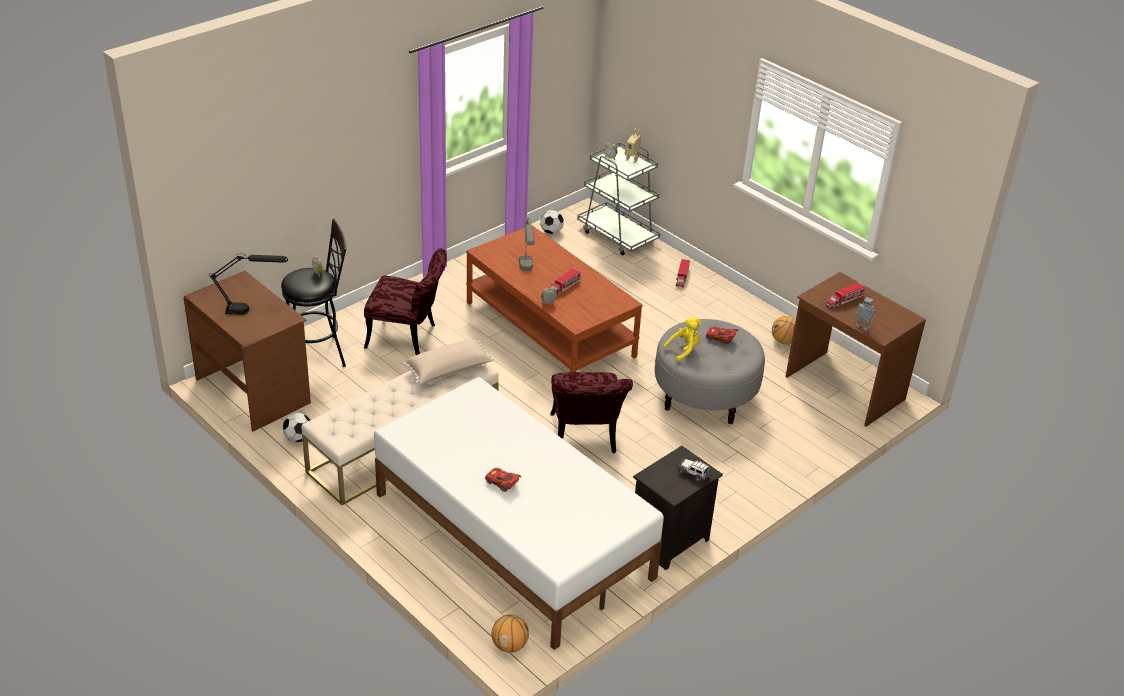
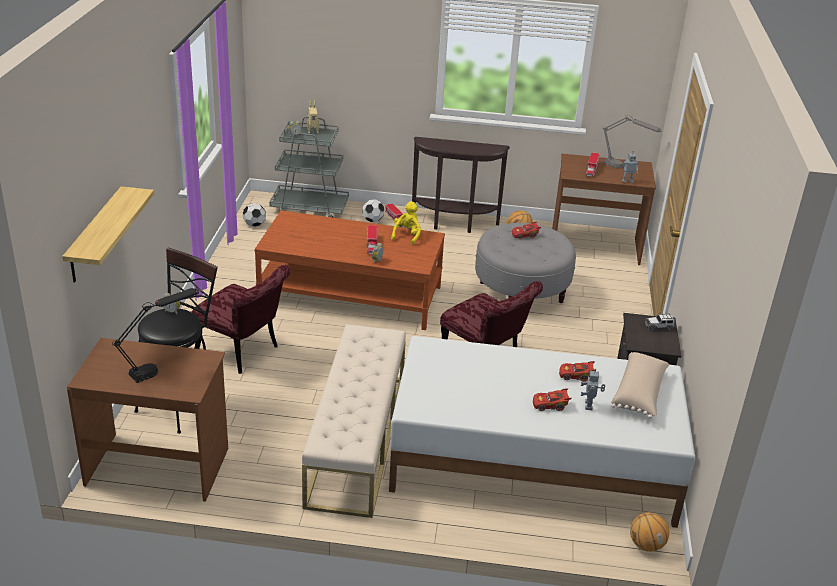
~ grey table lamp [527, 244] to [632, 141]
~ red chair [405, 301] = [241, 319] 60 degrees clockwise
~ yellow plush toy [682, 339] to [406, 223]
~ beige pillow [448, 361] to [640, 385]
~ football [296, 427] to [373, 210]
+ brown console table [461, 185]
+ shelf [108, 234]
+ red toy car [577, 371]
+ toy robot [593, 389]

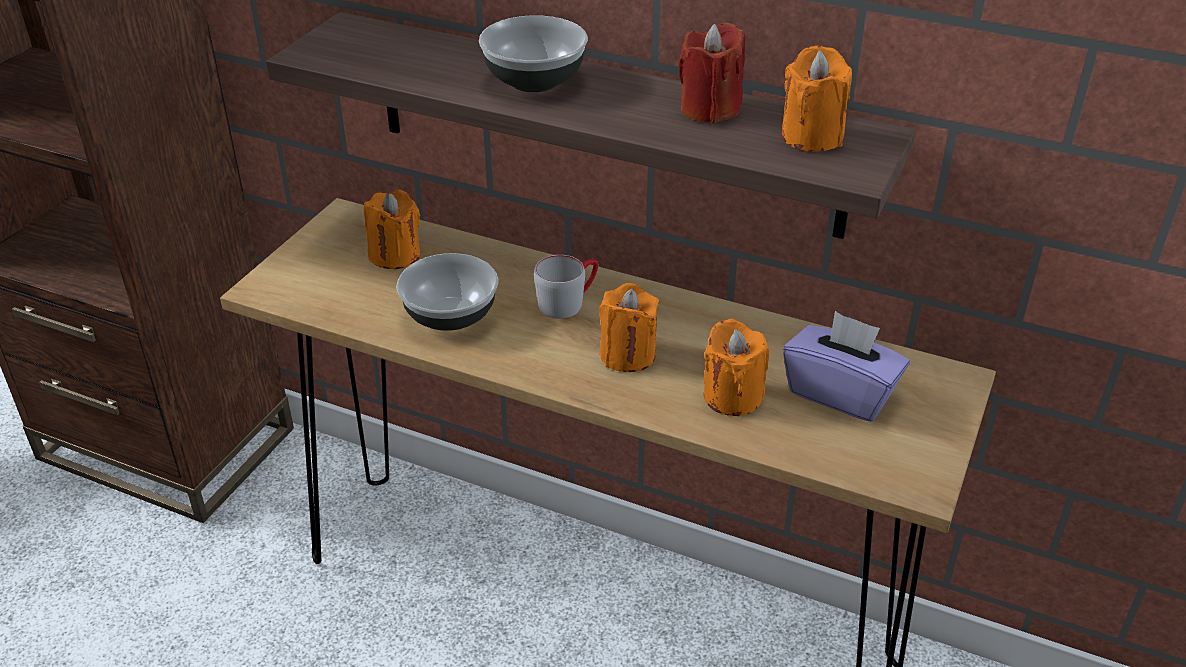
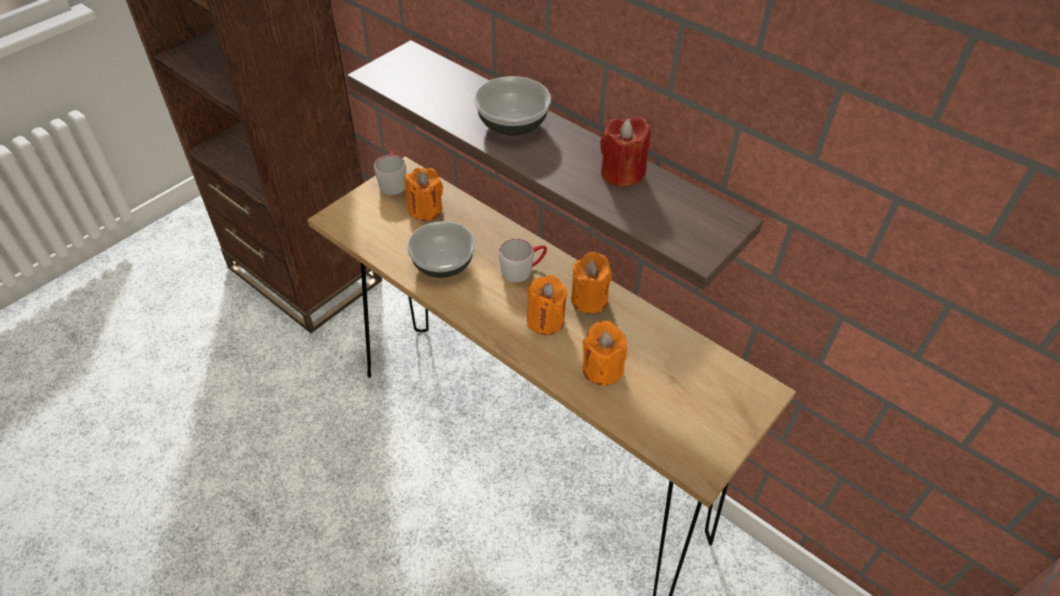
~ orange candle [816, 98] to [591, 282]
- purple tissue box [846, 366]
+ grey mug [390, 173]

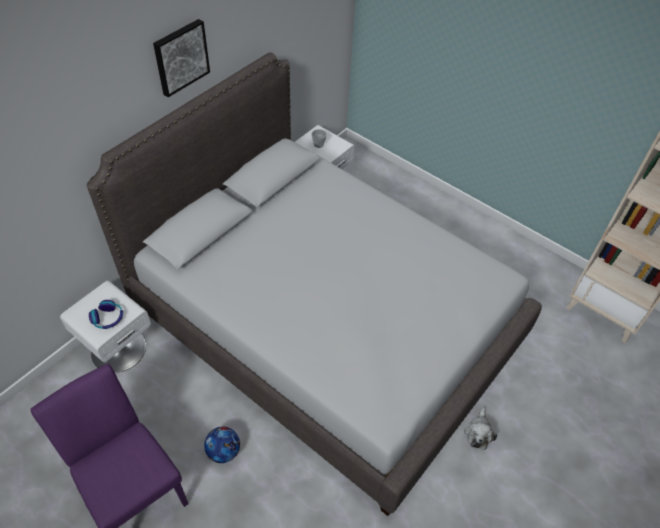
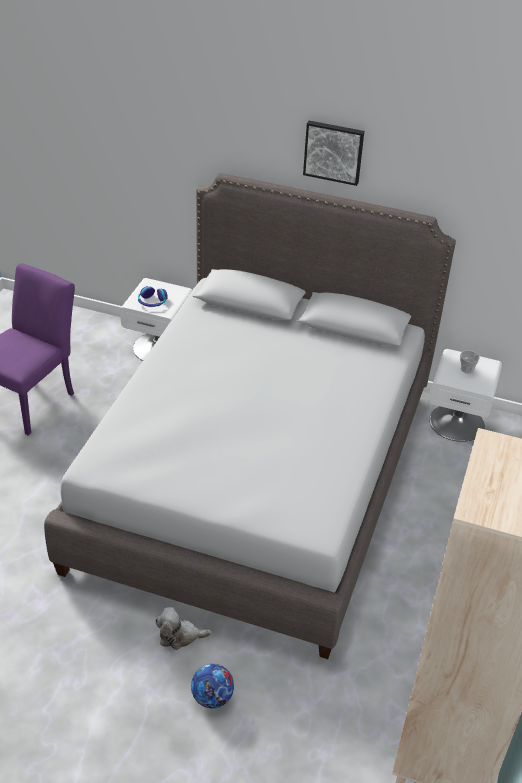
~ football [222, 445] to [212, 686]

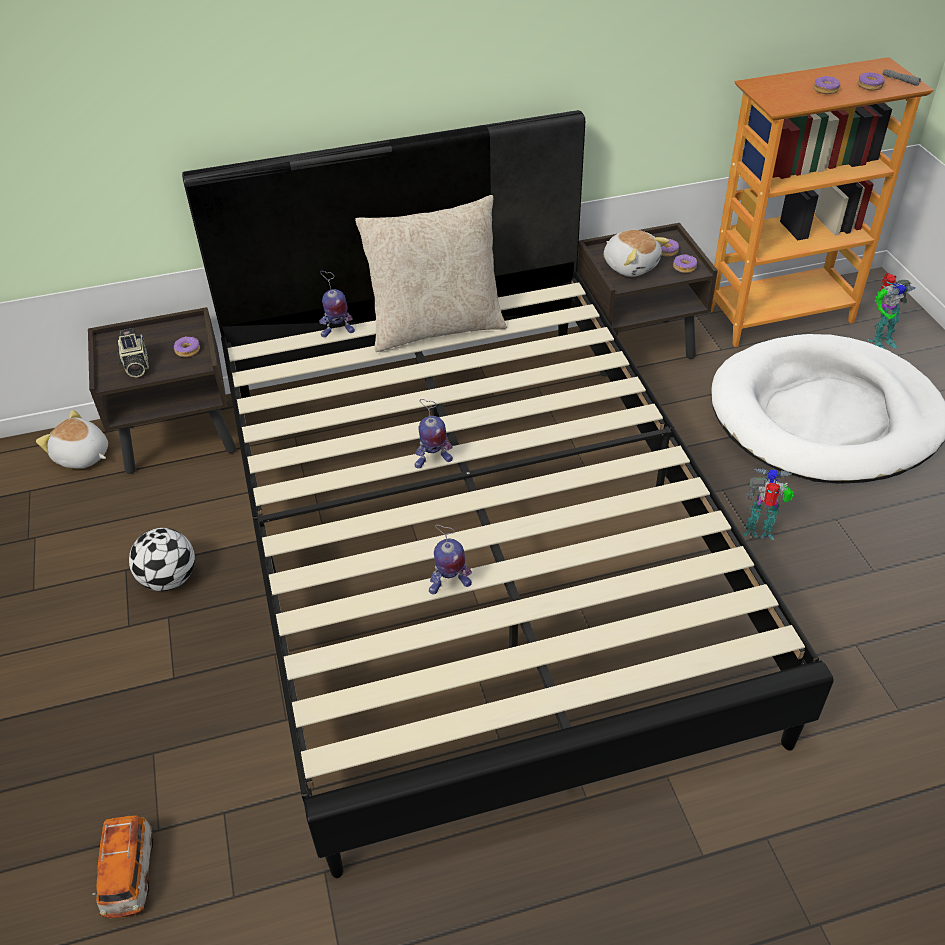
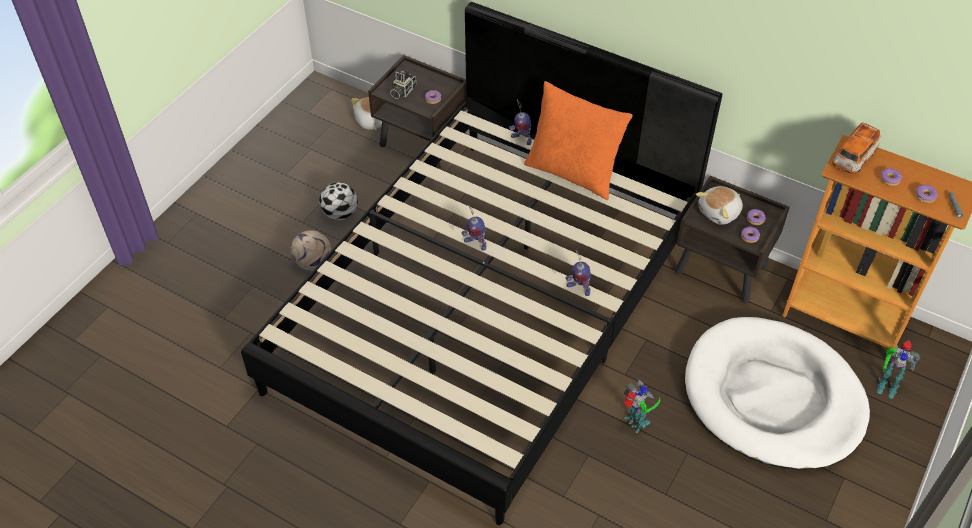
~ beige pillow [431, 273] to orange pillow [578, 140]
~ plush toy [636, 253] = [719, 205] 45 degrees clockwise
~ toy robot [450, 560] to [578, 273]
~ toy car [122, 866] to [856, 148]
+ football [310, 250]

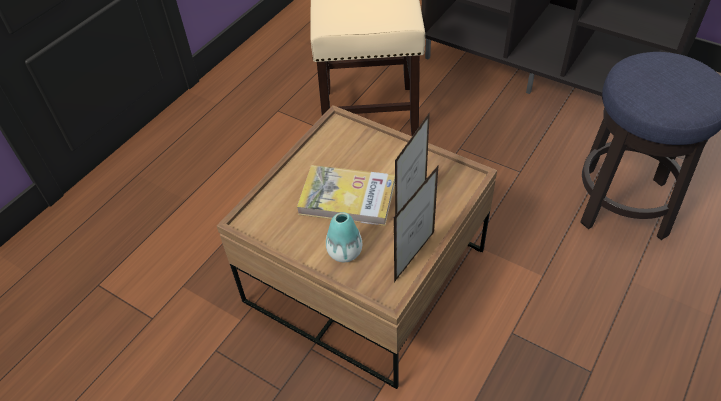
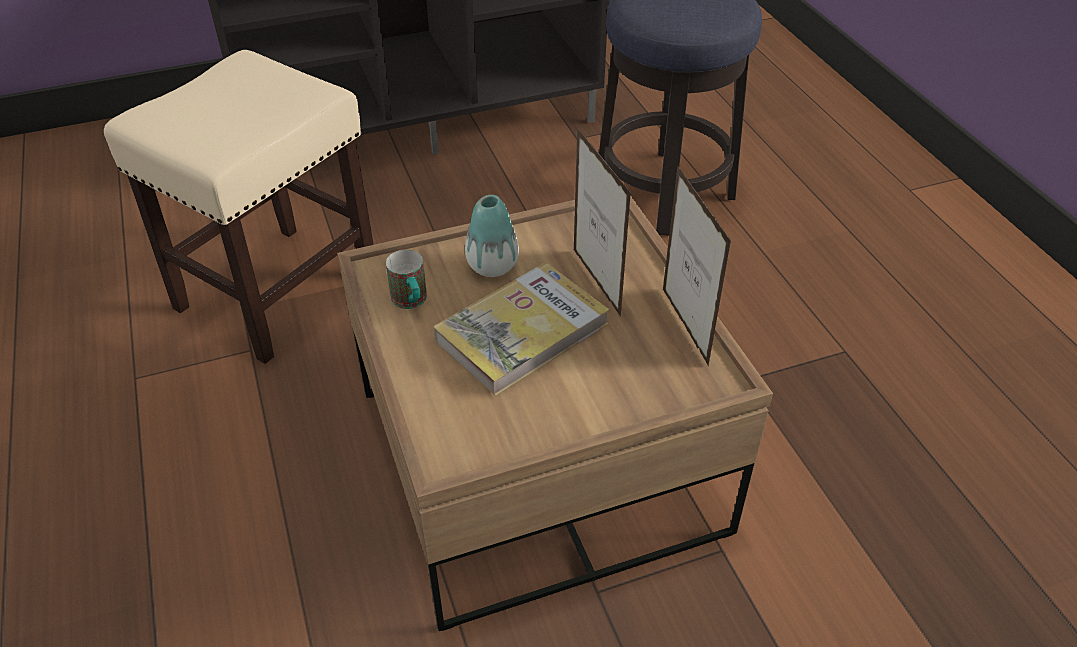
~ vase [344, 237] to [492, 236]
+ mug [406, 279]

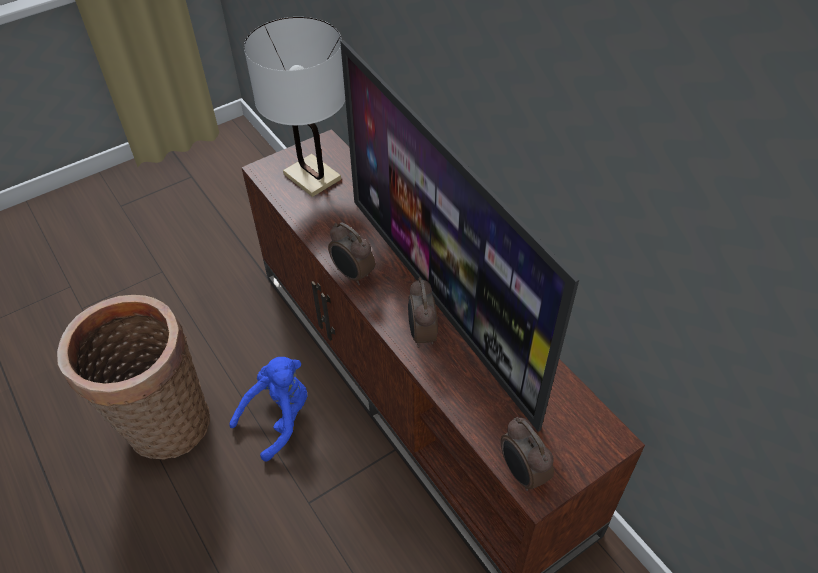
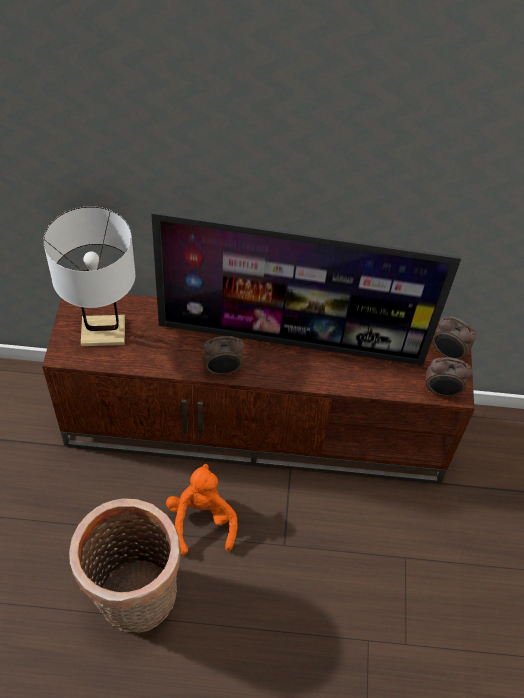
~ alarm clock [423, 312] to [454, 339]
~ blue plush toy [268, 409] to orange plush toy [201, 509]

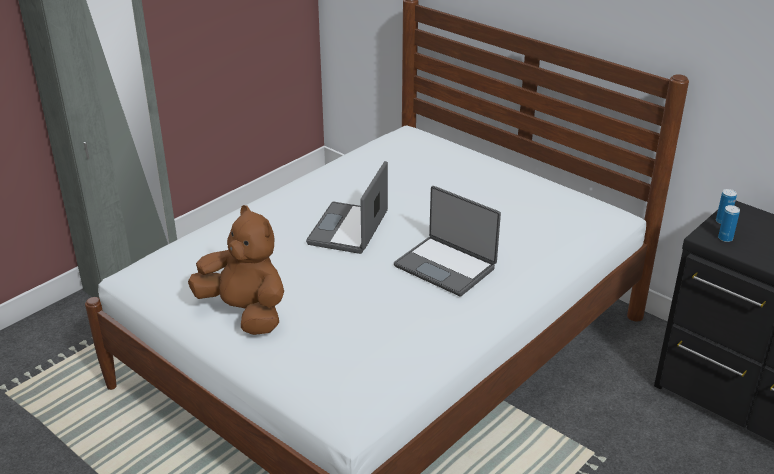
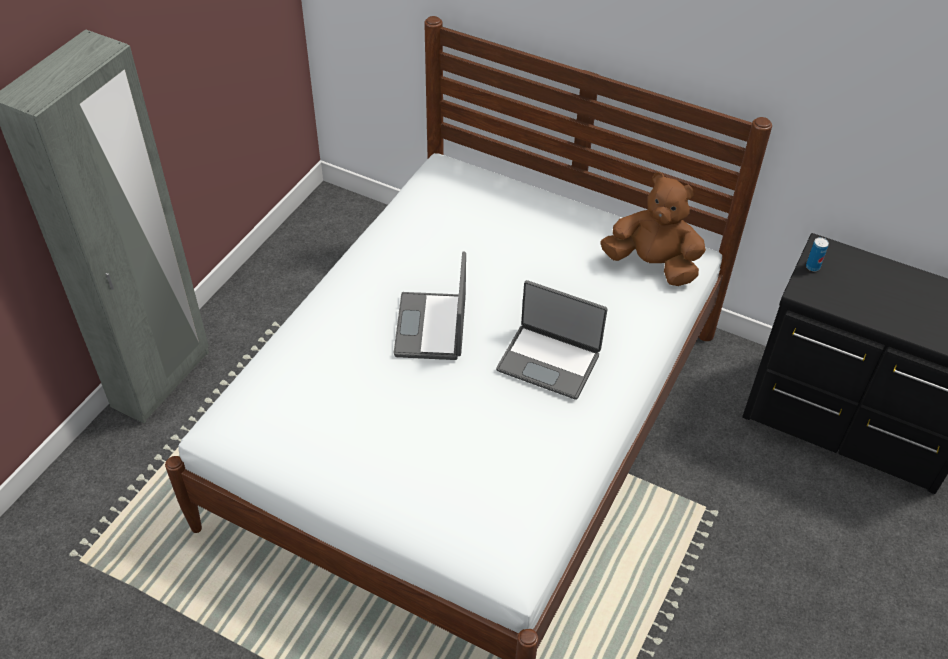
~ brown plush toy [236, 270] to [653, 229]
- can [729, 223]

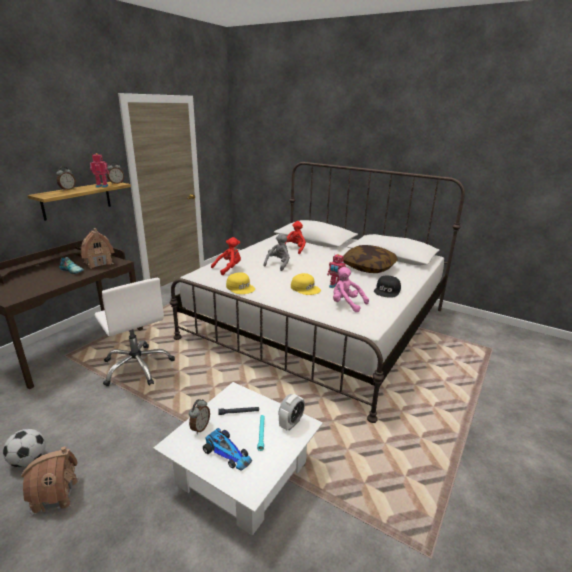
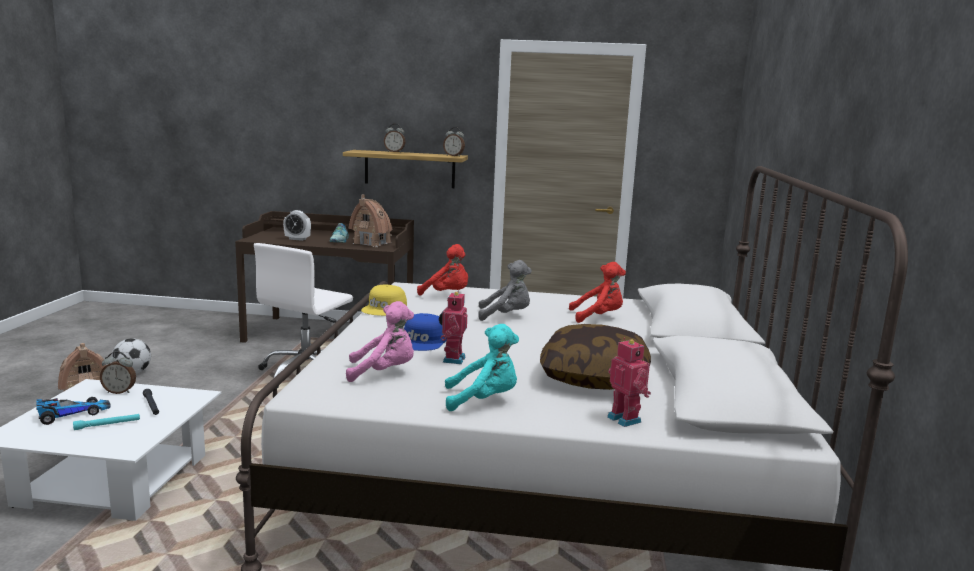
~ toy robot [99, 170] to [629, 382]
~ pink plush toy [351, 289] = [380, 341] 75 degrees clockwise
~ yellow cap [306, 284] to blue cap [425, 332]
~ black cap [387, 286] to turquoise plush toy [482, 367]
~ alarm clock [291, 412] to [297, 225]
~ toy car [227, 449] = [73, 411] 135 degrees counterclockwise

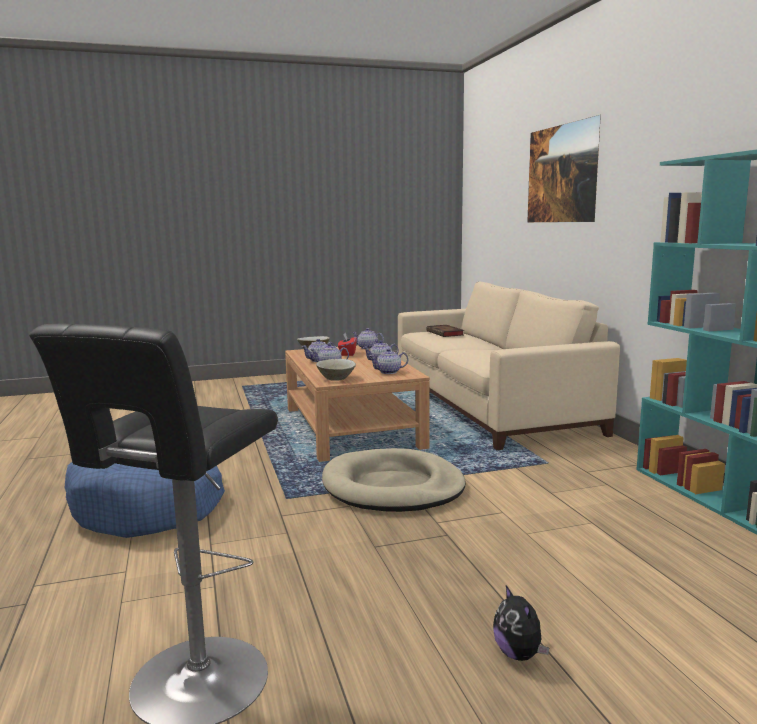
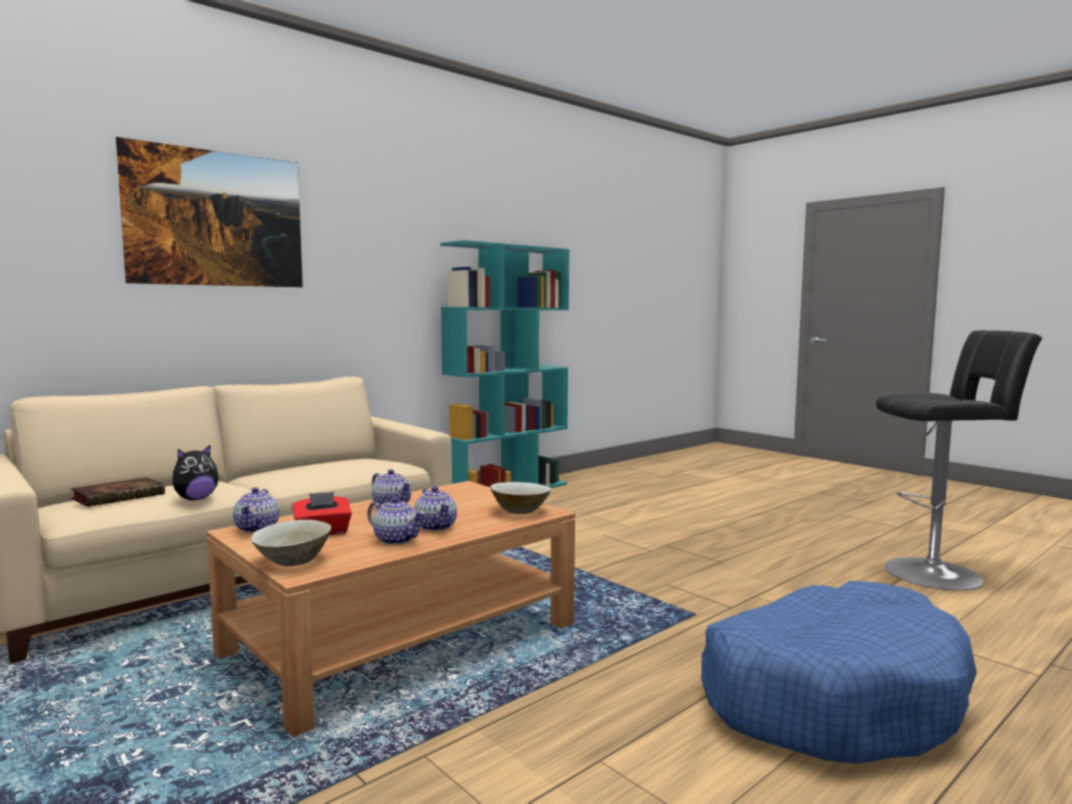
- teapot [388, 361]
- beige dog bed [394, 480]
~ plush toy [521, 623] to [195, 472]

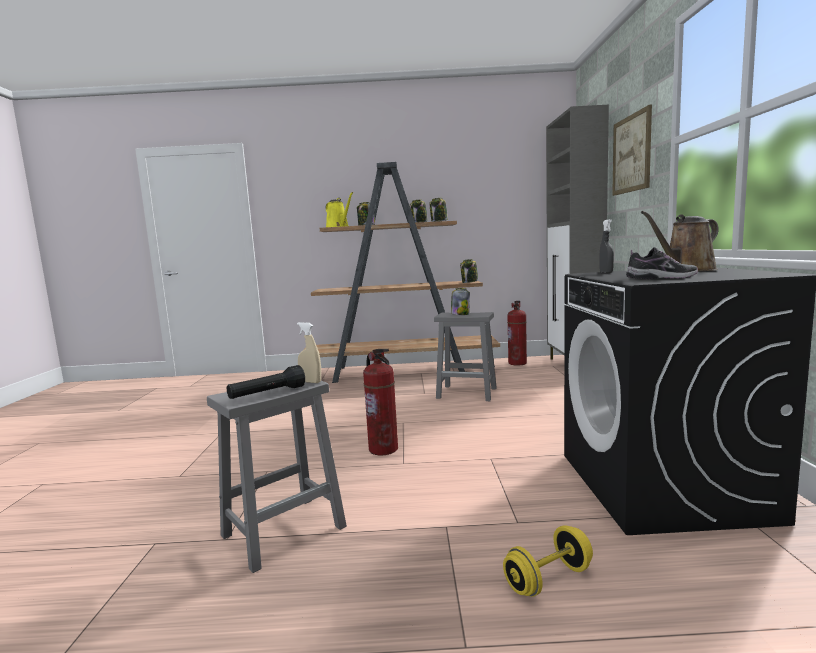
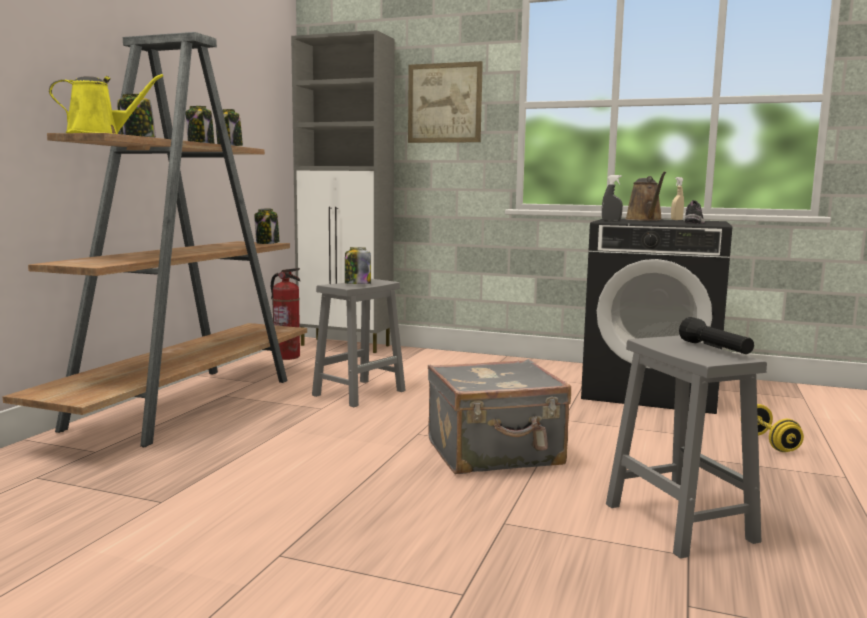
~ beige spray bottle [309, 352] to [677, 198]
~ fire extinguisher [380, 402] to grey suitcase [499, 416]

